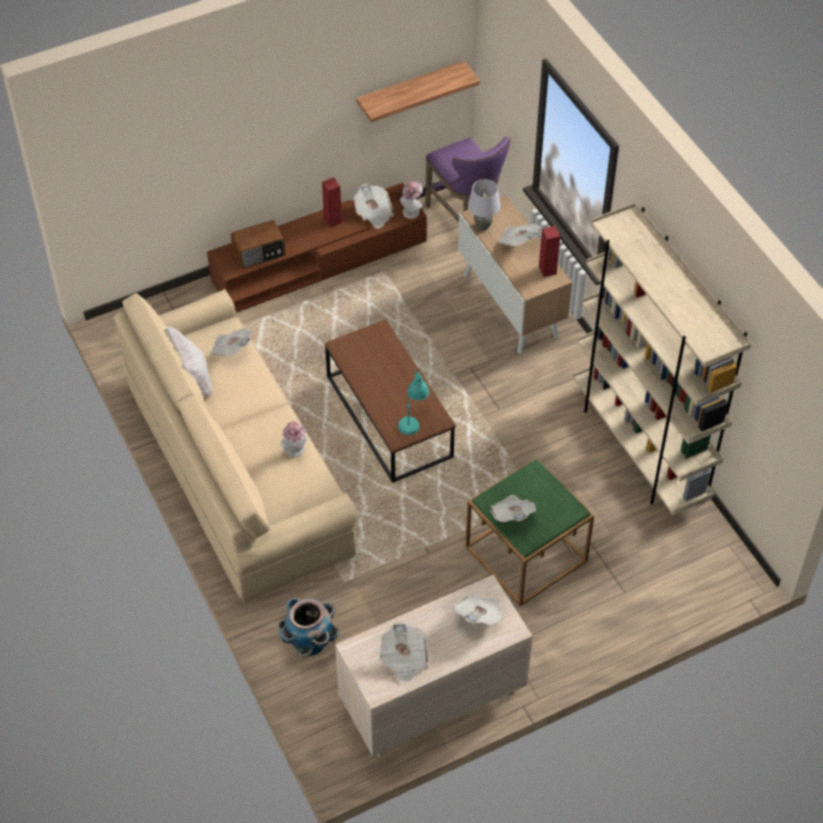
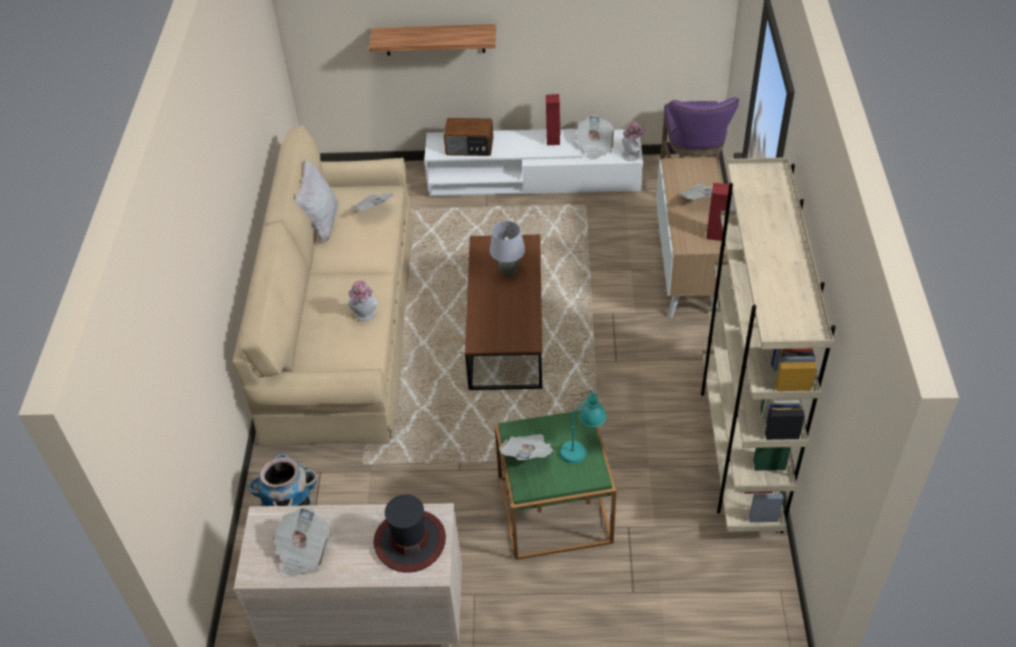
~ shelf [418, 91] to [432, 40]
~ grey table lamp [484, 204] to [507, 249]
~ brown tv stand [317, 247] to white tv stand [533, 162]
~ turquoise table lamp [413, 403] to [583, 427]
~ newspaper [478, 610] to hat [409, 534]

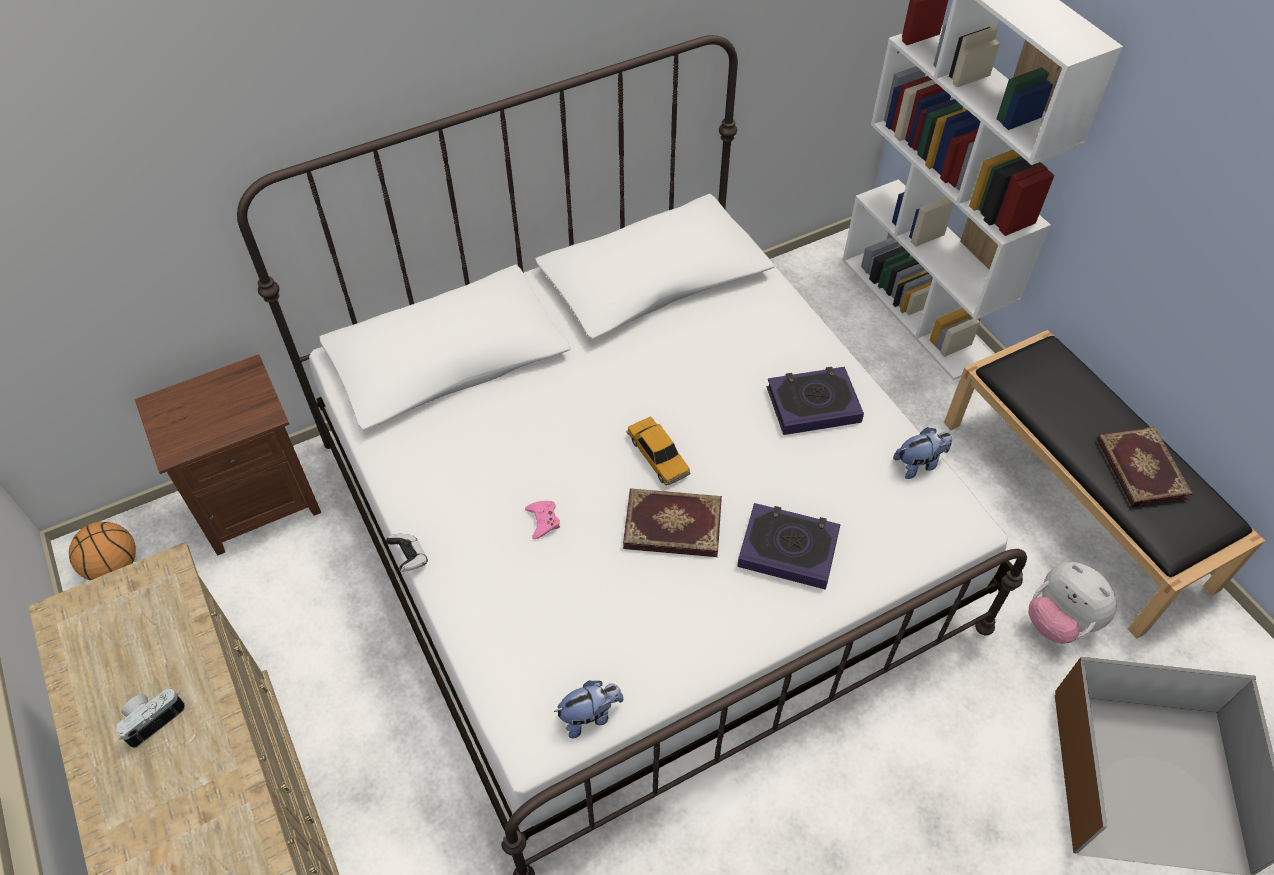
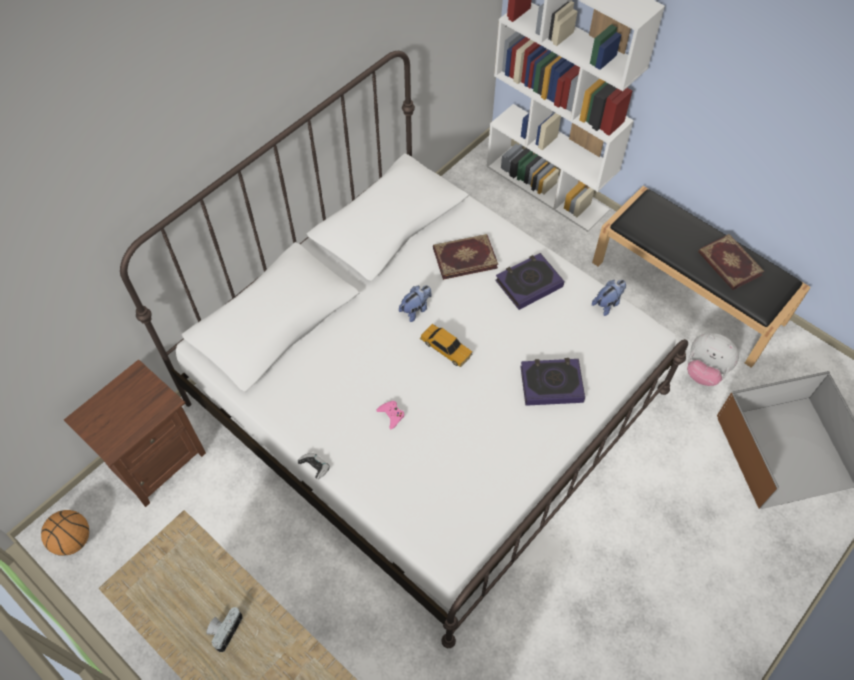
~ book [672, 522] to [465, 257]
~ plush toy [588, 709] to [415, 303]

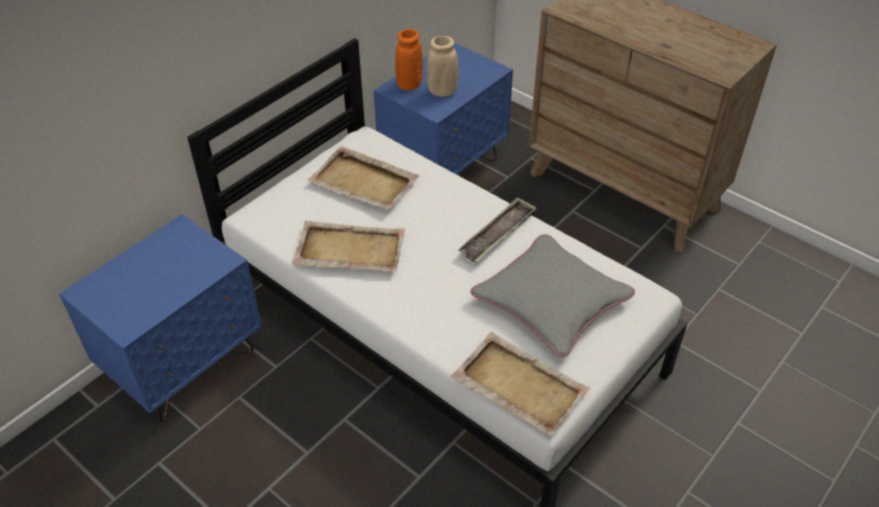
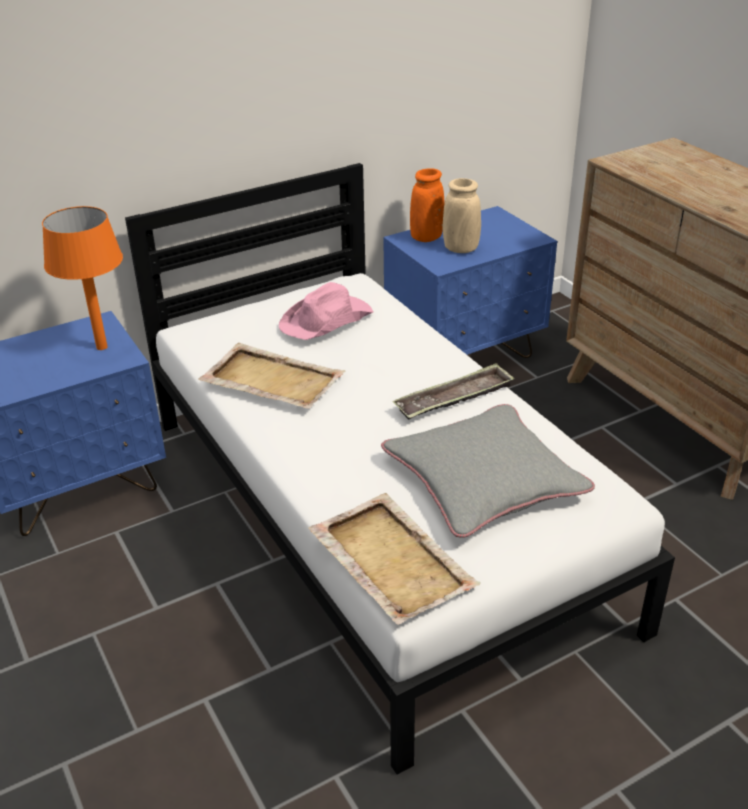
~ beige tray [364, 178] to pink hat [326, 311]
+ orange table lamp [82, 278]

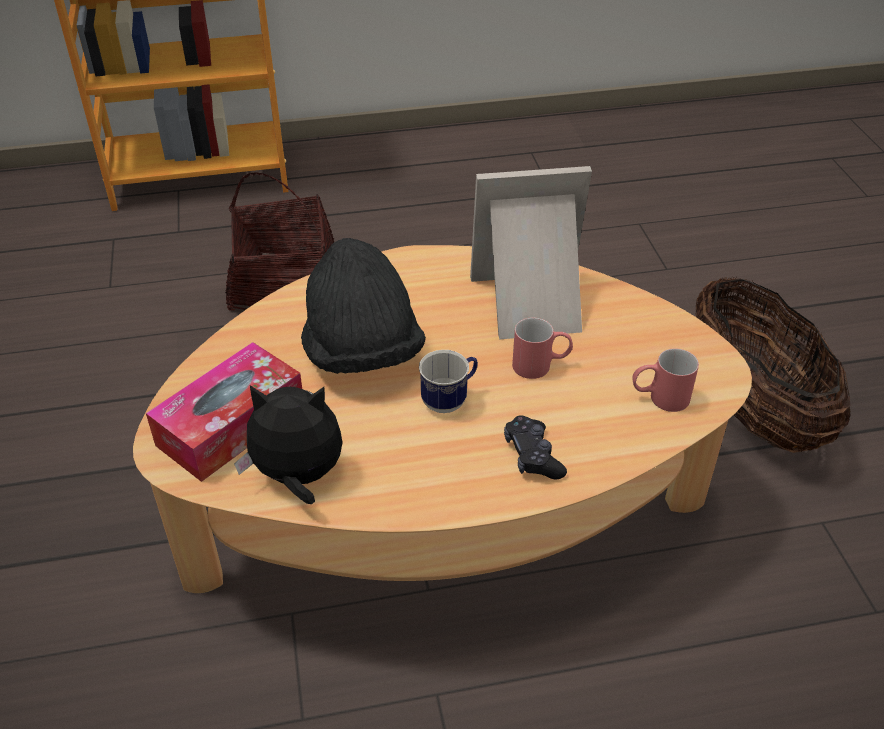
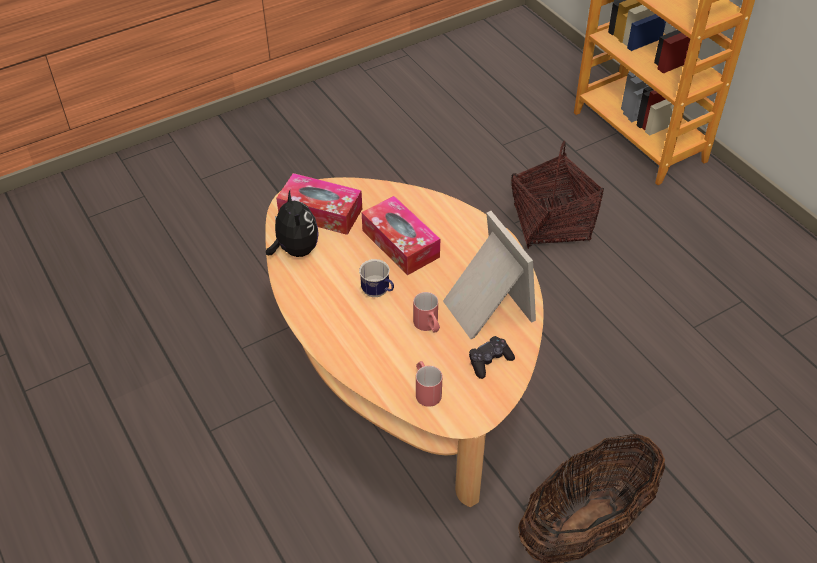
~ black hat [363, 306] to tissue box [401, 235]
~ black game controller [535, 447] to [492, 357]

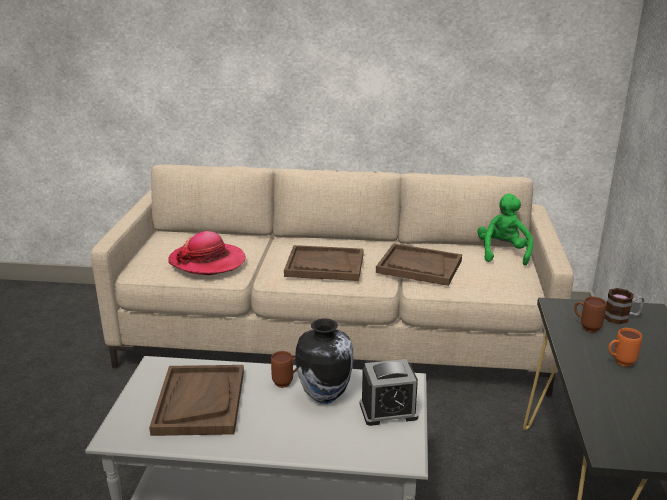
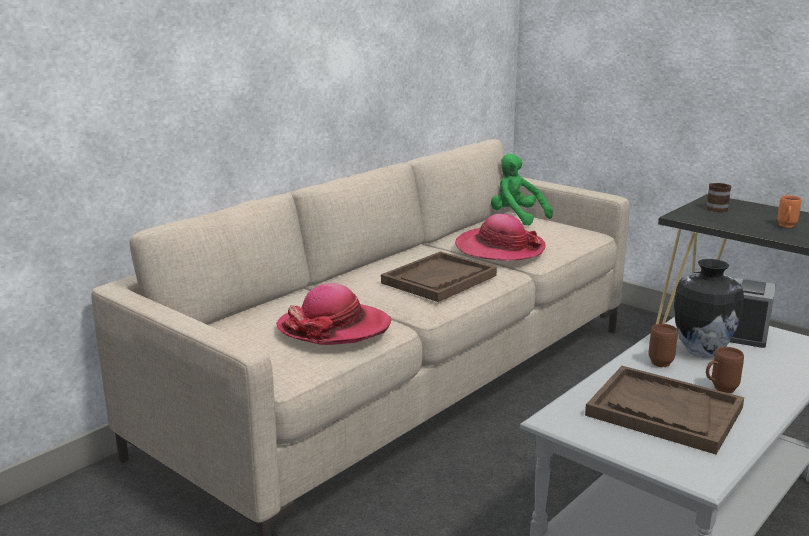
~ brown tray [419, 264] to hat [500, 237]
~ brown mug [590, 315] to [725, 370]

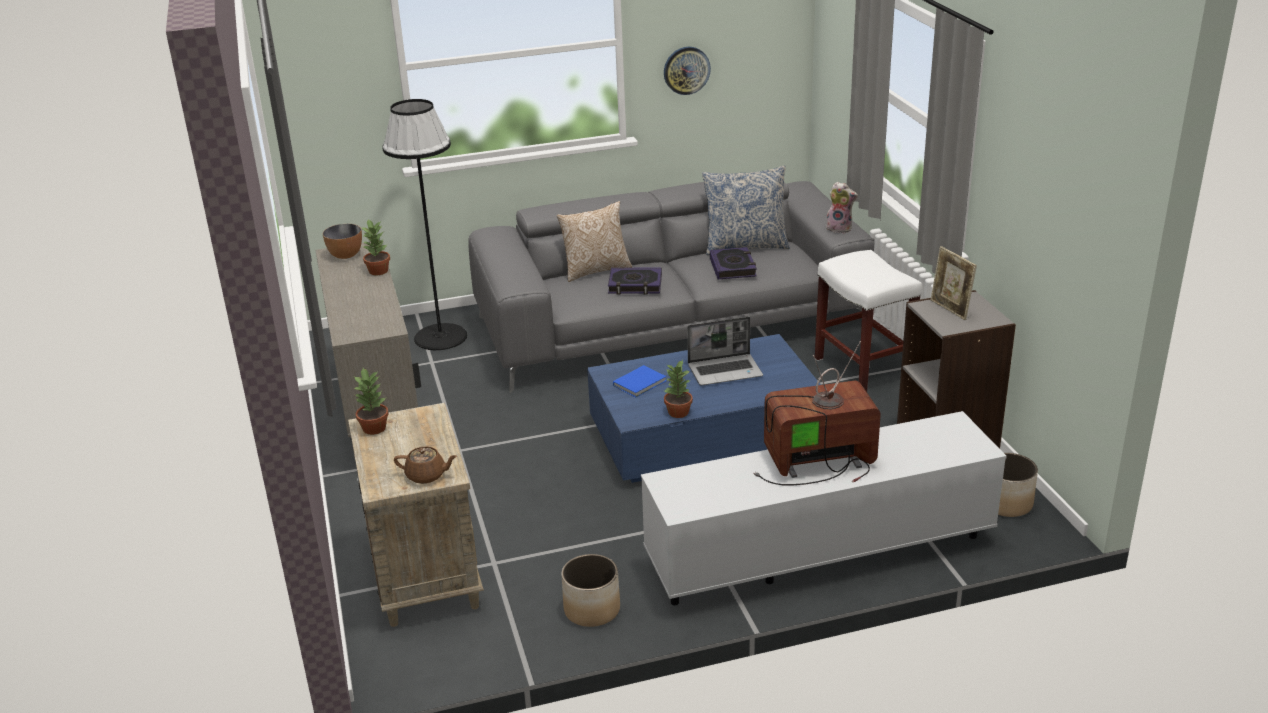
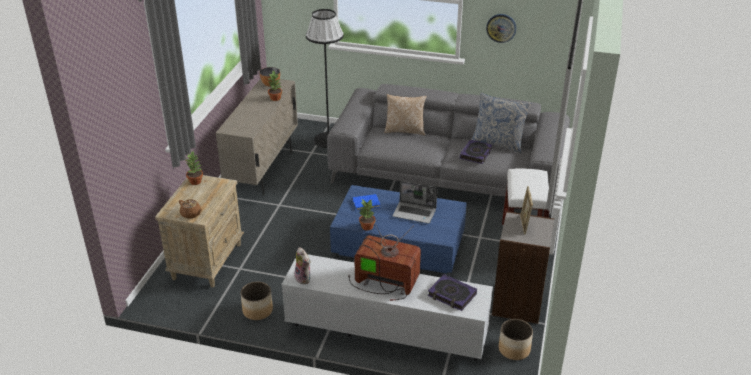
~ plush toy [842, 207] to [303, 265]
~ book [635, 281] to [452, 292]

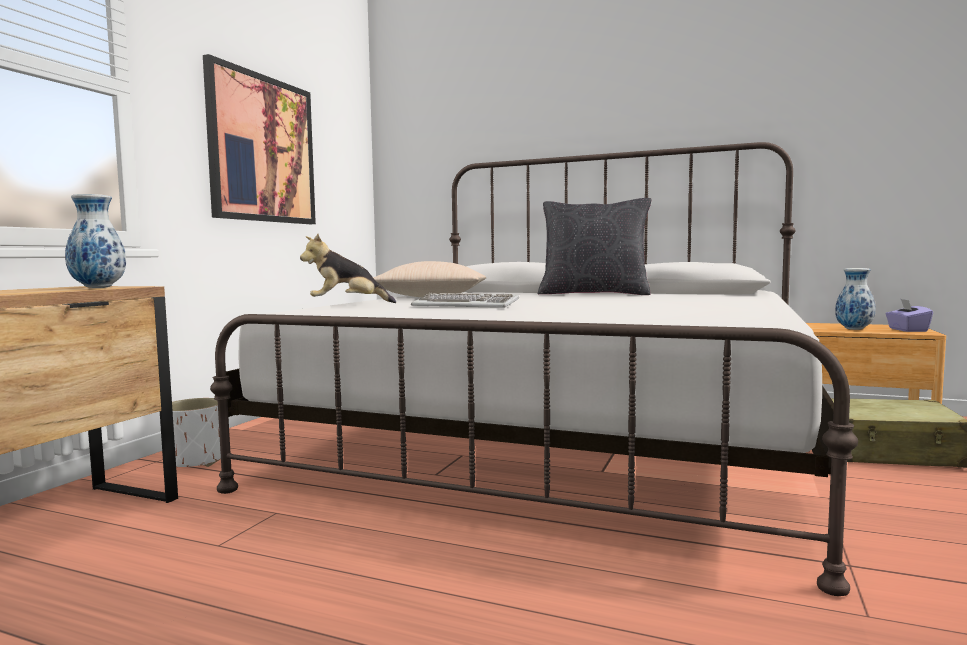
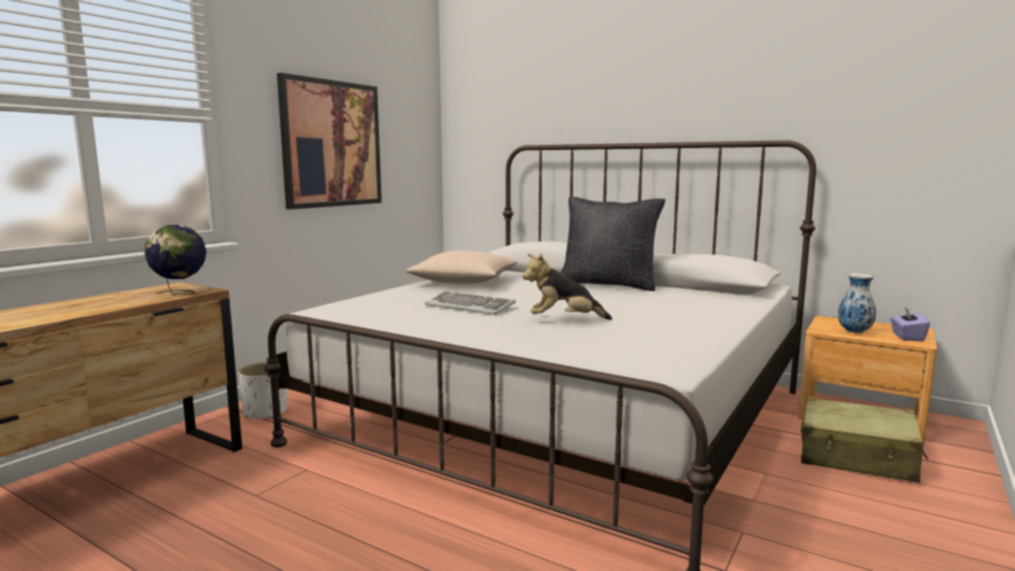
~ vase [95, 241] to globe [175, 260]
~ plush toy [348, 268] to [567, 286]

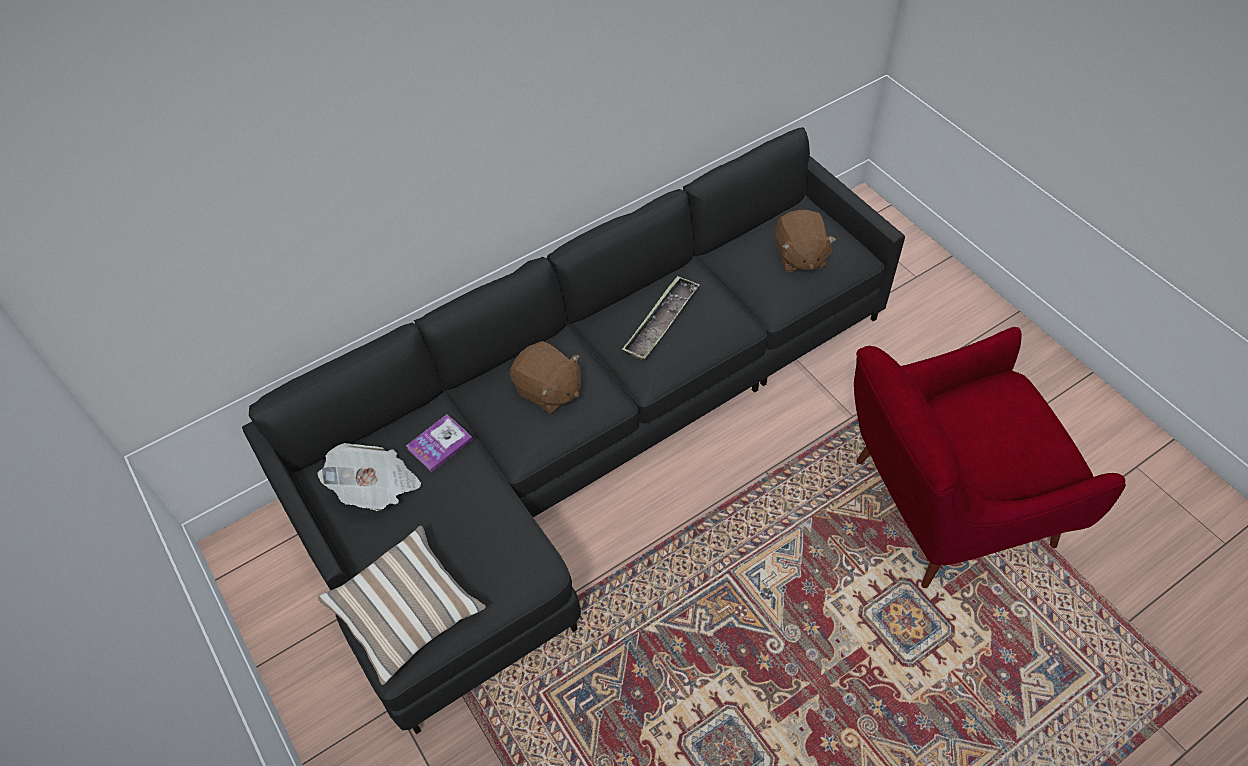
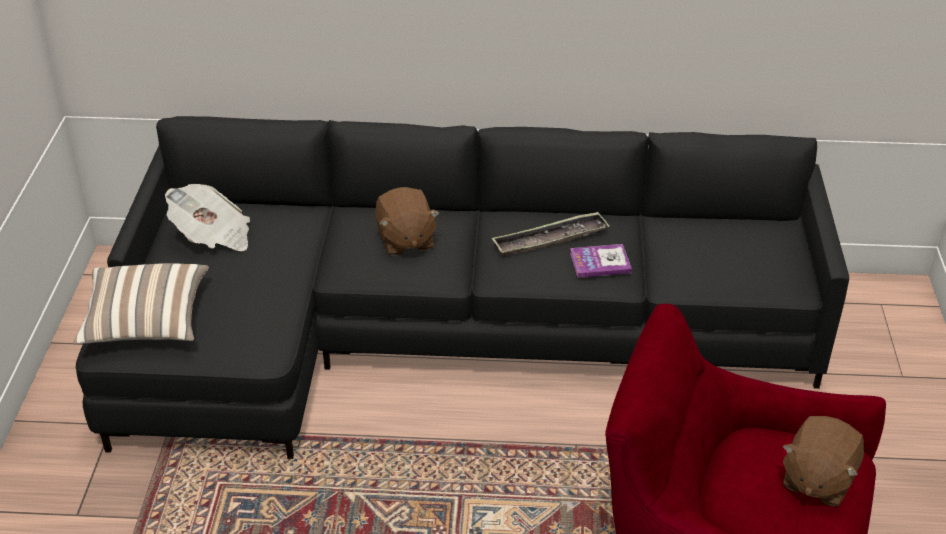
~ brown plush toy [806, 241] to [823, 461]
~ book [439, 443] to [601, 261]

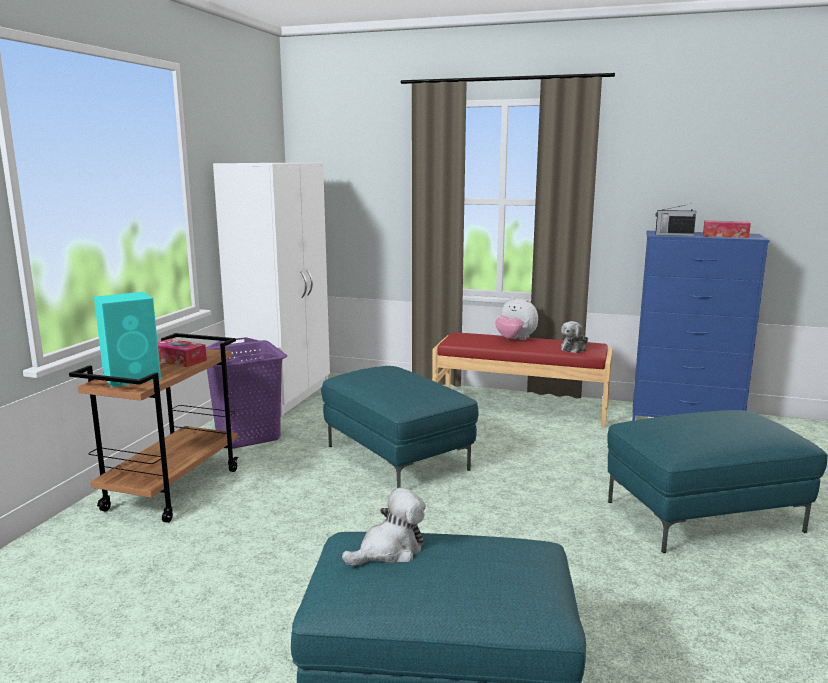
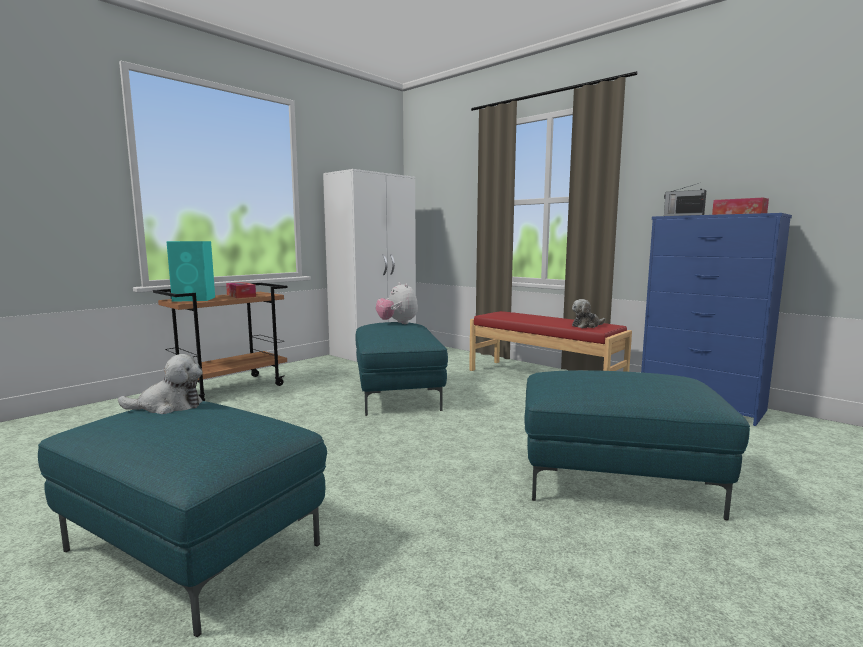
~ plush toy [516, 318] to [397, 303]
- purple laundry basket [246, 393]

